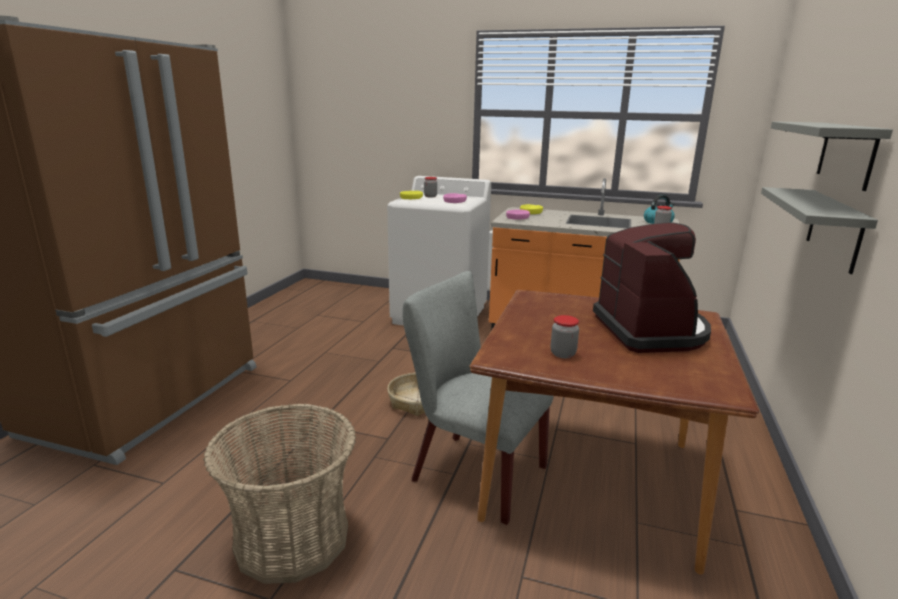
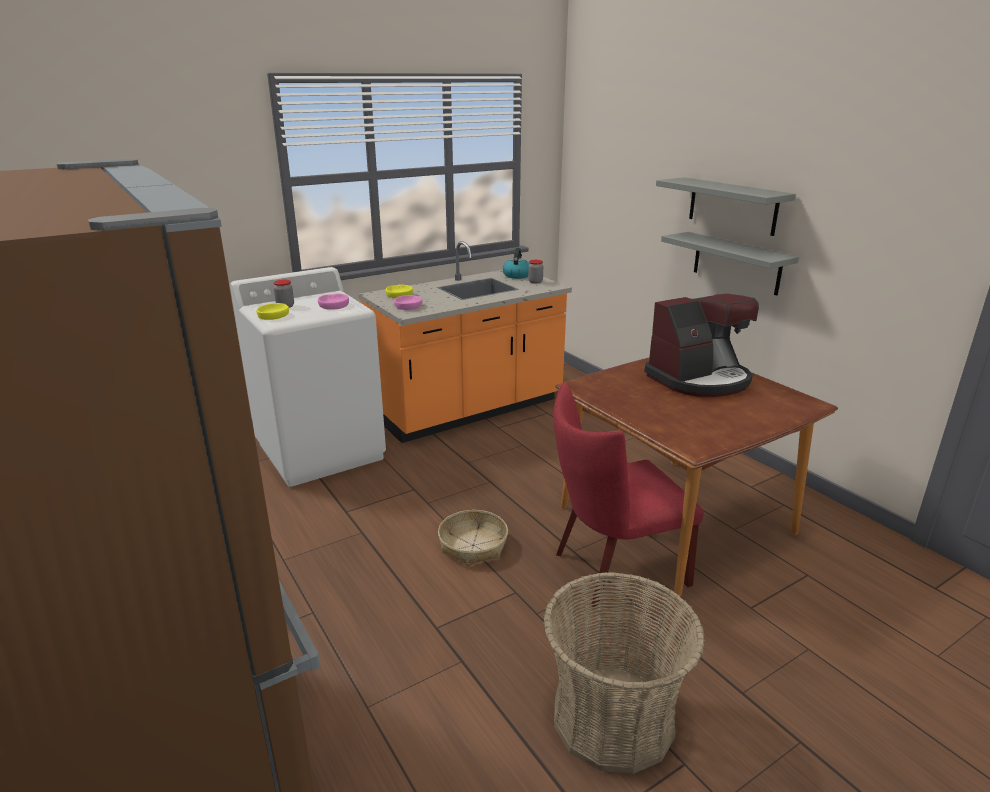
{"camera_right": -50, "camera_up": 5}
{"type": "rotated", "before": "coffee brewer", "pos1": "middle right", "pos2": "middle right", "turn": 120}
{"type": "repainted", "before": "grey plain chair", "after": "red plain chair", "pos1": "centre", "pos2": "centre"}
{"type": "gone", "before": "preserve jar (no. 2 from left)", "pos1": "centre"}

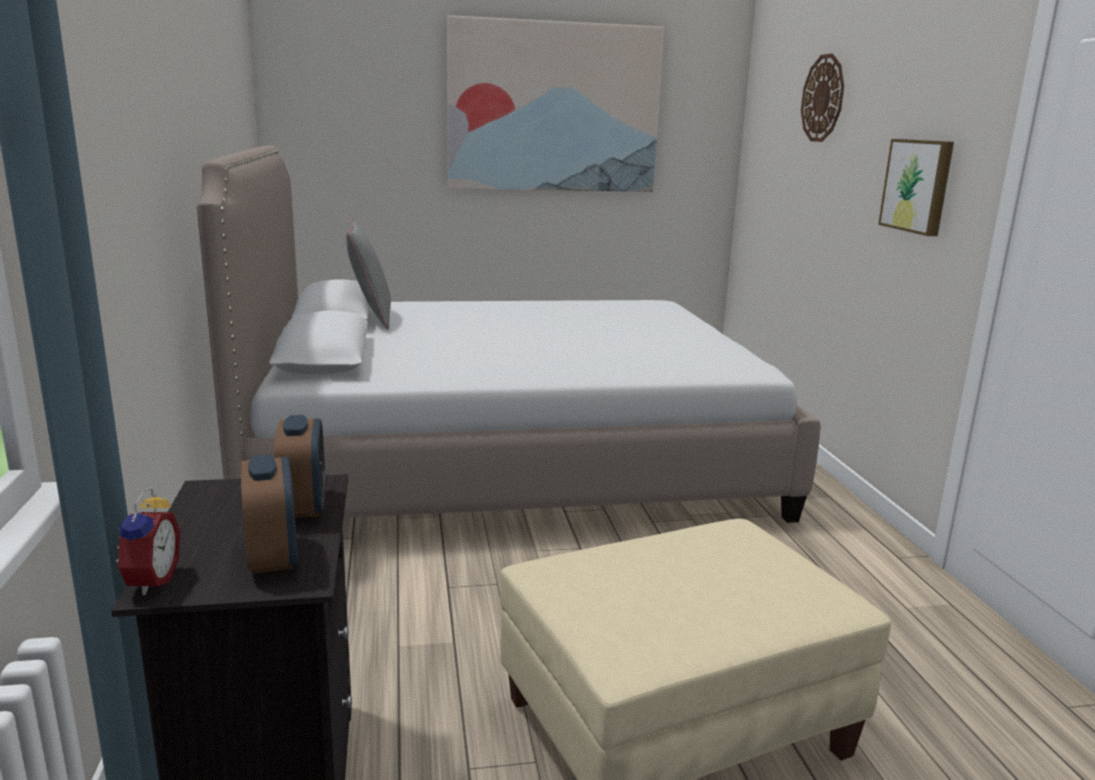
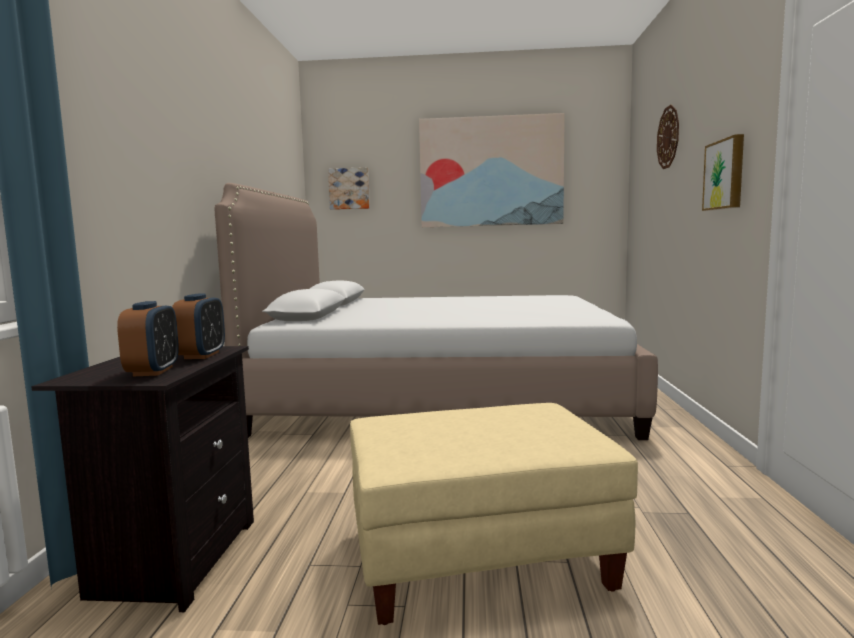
{"camera_right": 15, "camera_up": -10}
{"type": "gone", "before": "grey throw pillow", "pos1": "centre"}
{"type": "gone", "before": "bedside clock (no. 1 from left)", "pos1": "bottom left"}
{"type": "new", "after": "wall picture (no. 1 from left)", "pos2": "top centre"}

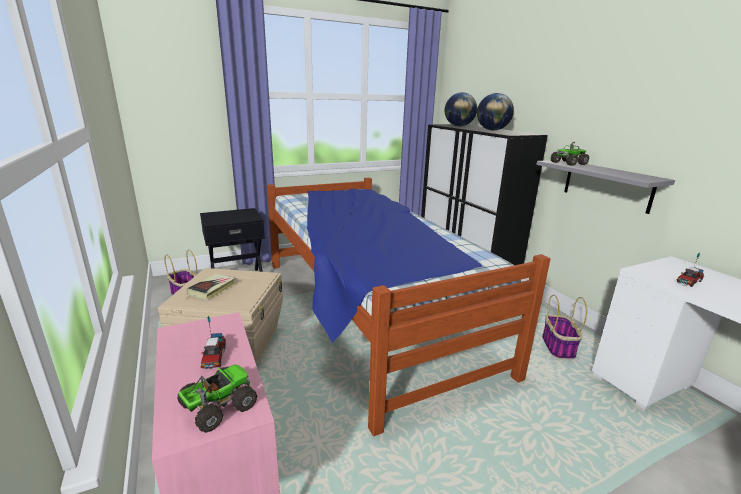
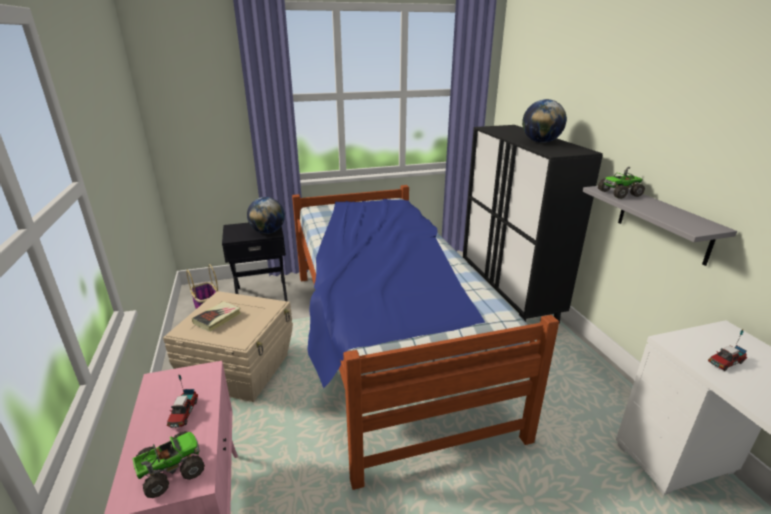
{"camera_right": 10, "camera_up": 5}
{"type": "shifted", "before": "desk globe (no. 1 from left)", "pos1": "top centre", "pos2": "centre"}
{"type": "gone", "before": "basket (no. 2 from left)", "pos1": "middle right"}

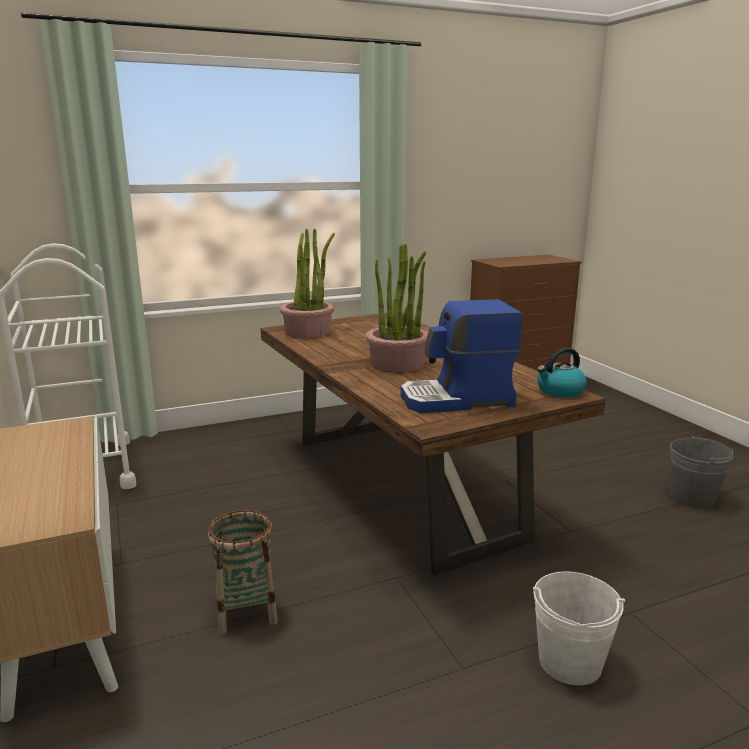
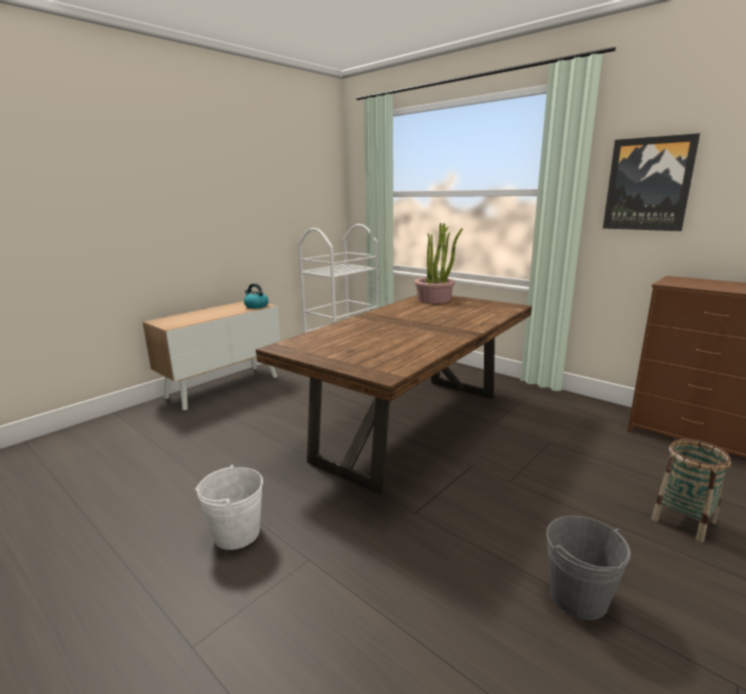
{"camera_right": 65, "camera_up": 0}
{"type": "gone", "before": "houseplant (no. 2 from left)", "pos1": "centre"}
{"type": "gone", "before": "coffee brewer", "pos1": "centre"}
{"type": "shifted", "before": "kettle", "pos1": "middle right", "pos2": "centre"}
{"type": "shifted", "before": "basket", "pos1": "bottom left", "pos2": "bottom right"}
{"type": "new", "after": "wall picture", "pos2": "top right"}

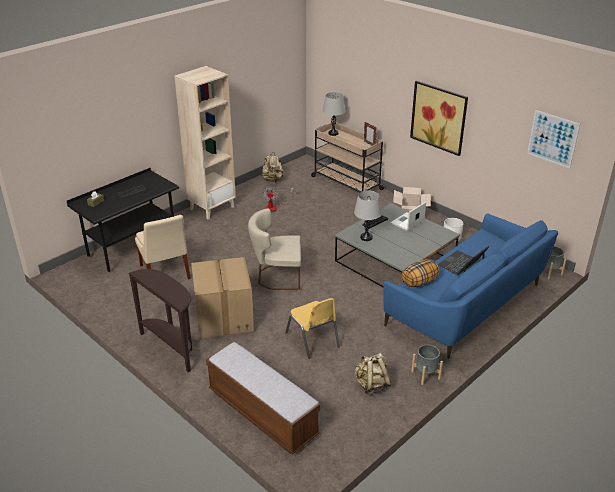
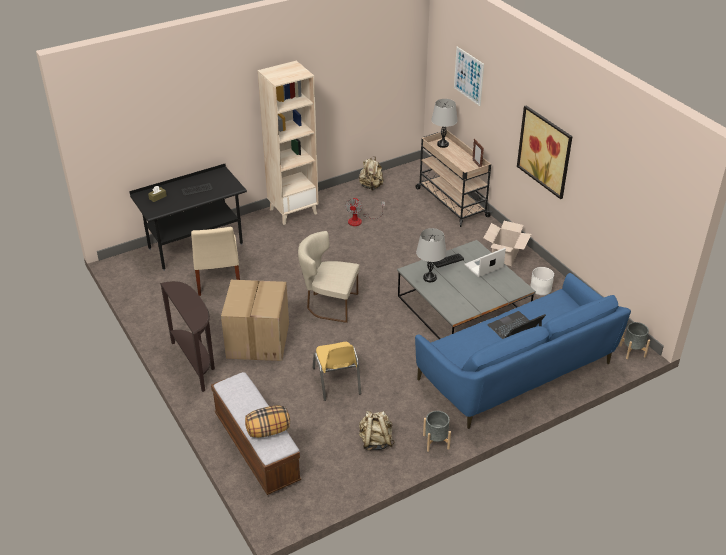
{"camera_right": 15, "camera_up": 5}
{"type": "shifted", "before": "wall picture (no. 2 from left in the first image)", "after": "wall picture (no. 1 from left)", "pos1": "top right", "pos2": "top centre"}
{"type": "shifted", "before": "throw pillow", "pos1": "middle right", "pos2": "bottom centre"}

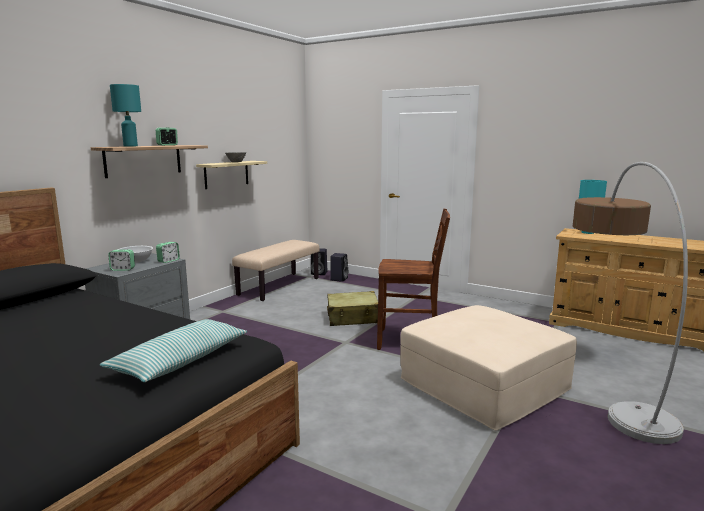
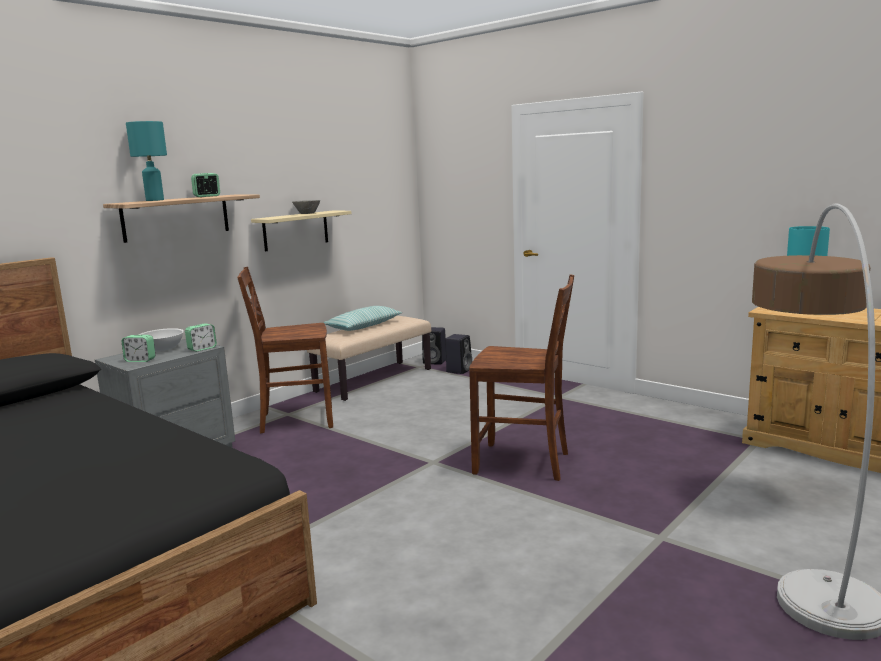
{"camera_right": 10, "camera_up": 0}
{"type": "gone", "before": "beige-coloured suitcase", "pos1": "centre"}
{"type": "gone", "before": "beige-coloured pouffe", "pos1": "bottom right"}
{"type": "shifted", "before": "throw pillow", "pos1": "bottom left", "pos2": "centre"}
{"type": "new", "after": "brownish plain chair (no. 1 from left)", "pos2": "middle left"}

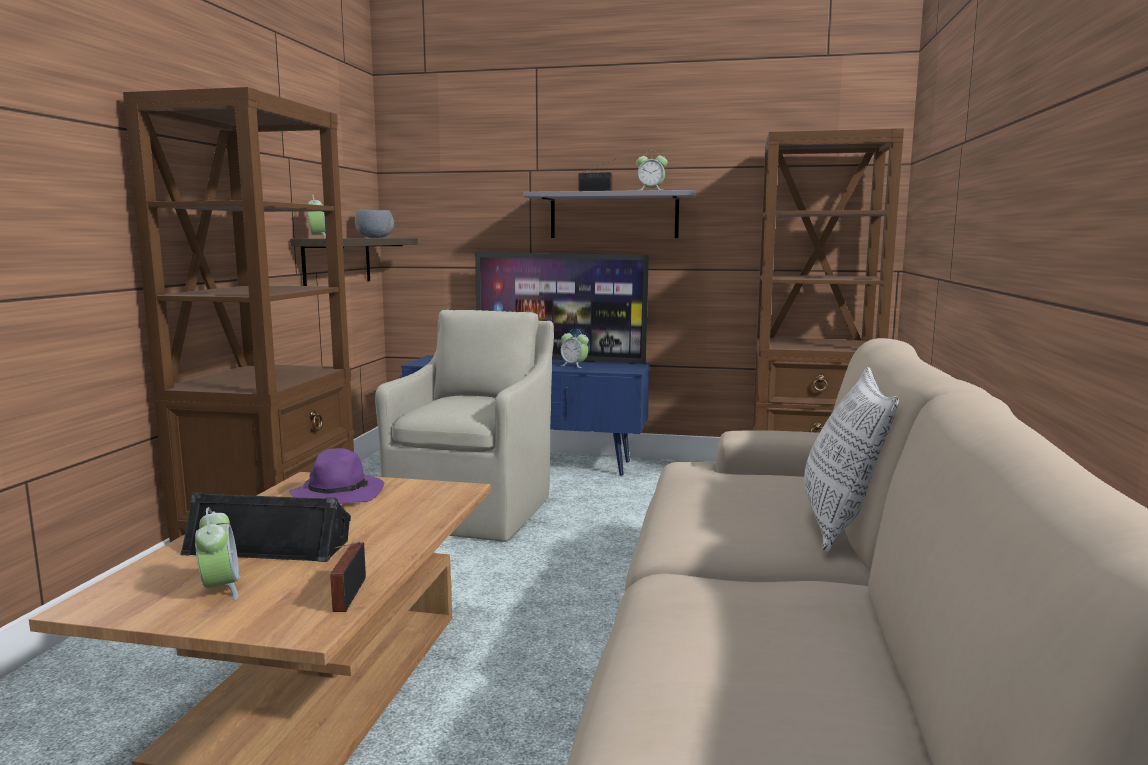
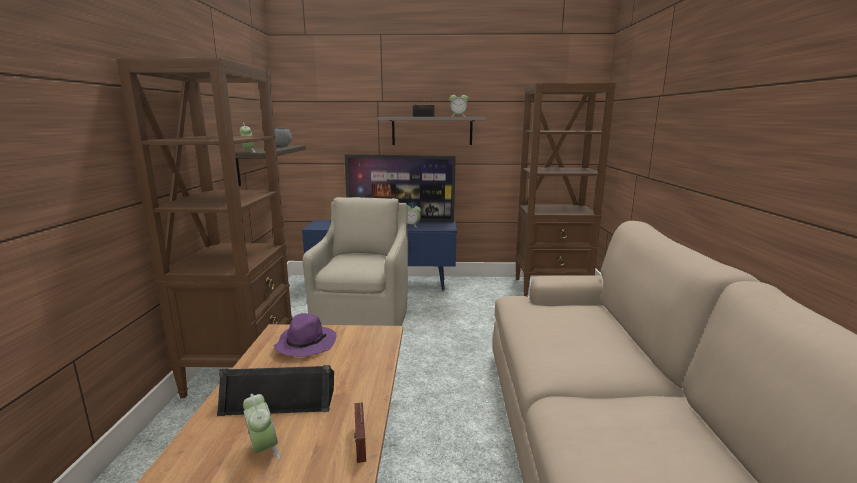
{"camera_right": -10, "camera_up": 5}
{"type": "gone", "before": "throw pillow", "pos1": "middle right"}

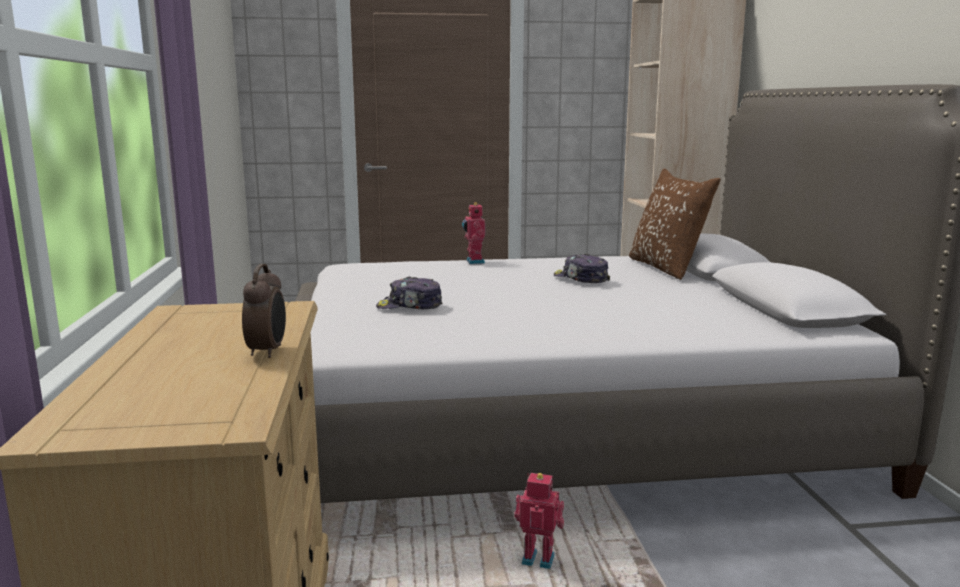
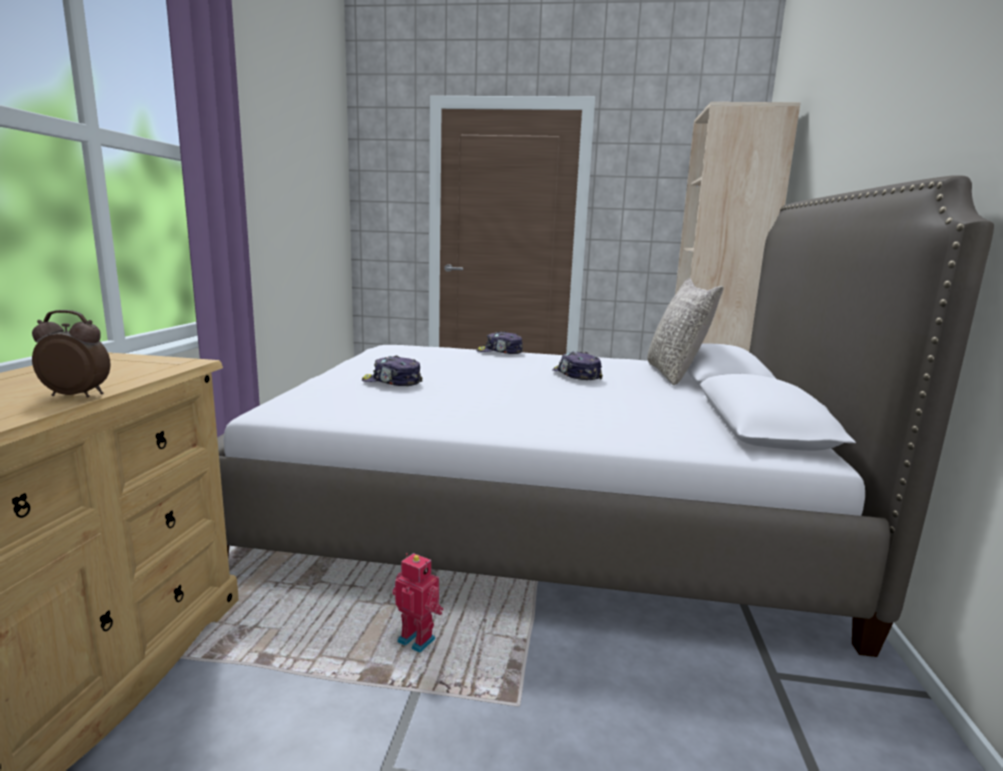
{"camera_right": 15, "camera_up": 0}
{"type": "repainted", "before": "brownish throw pillow", "after": "grey throw pillow", "pos1": "middle right", "pos2": "middle right"}
{"type": "swapped", "before": "robot figure (no. 1 from left)", "after": "baseball cap (no. 2 from left)", "pos1": "centre", "pos2": "centre"}
{"type": "rotated", "before": "bedside clock", "pos1": "middle left", "pos2": "middle left", "turn": -105}

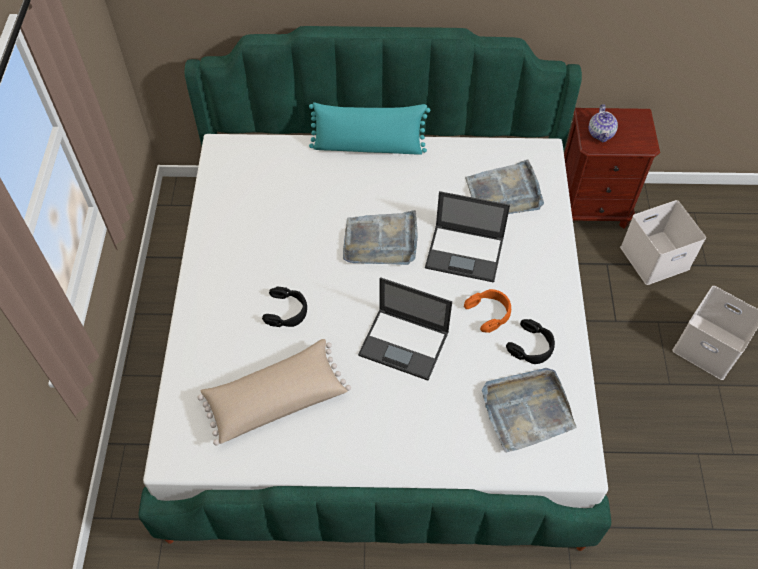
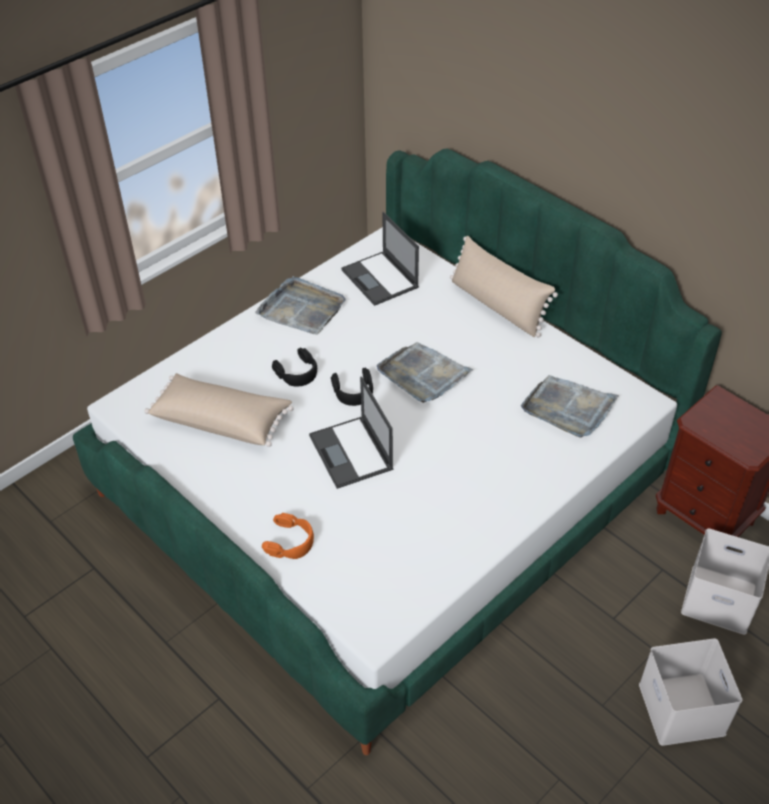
{"camera_right": 45, "camera_up": -10}
{"type": "repainted", "before": "turquoise-coloured throw pillow", "after": "beige-coloured throw pillow (no. 2 from left)", "pos1": "top centre", "pos2": "centre"}
{"type": "gone", "before": "pot for tea", "pos1": "top right"}
{"type": "shifted", "before": "laptop (no. 2 from left)", "pos1": "centre", "pos2": "top centre"}
{"type": "shifted", "before": "orangey headphones", "pos1": "centre", "pos2": "bottom centre"}
{"type": "shifted", "before": "black headphones (no. 2 from left)", "pos1": "middle right", "pos2": "centre"}
{"type": "shifted", "before": "grey carrying tray (no. 3 from left in the first image)", "after": "grey carrying tray (no. 1 from left)", "pos1": "bottom right", "pos2": "centre"}

